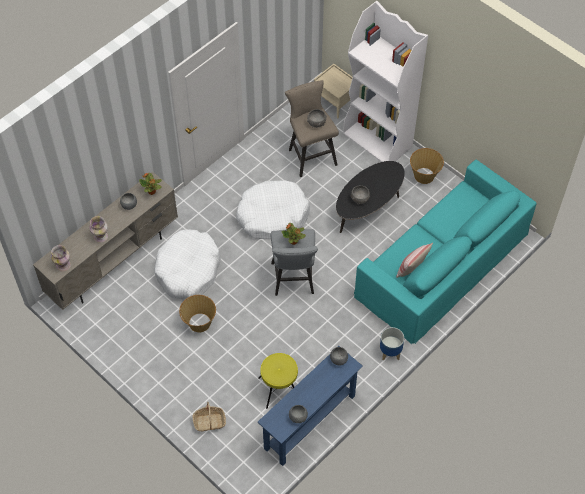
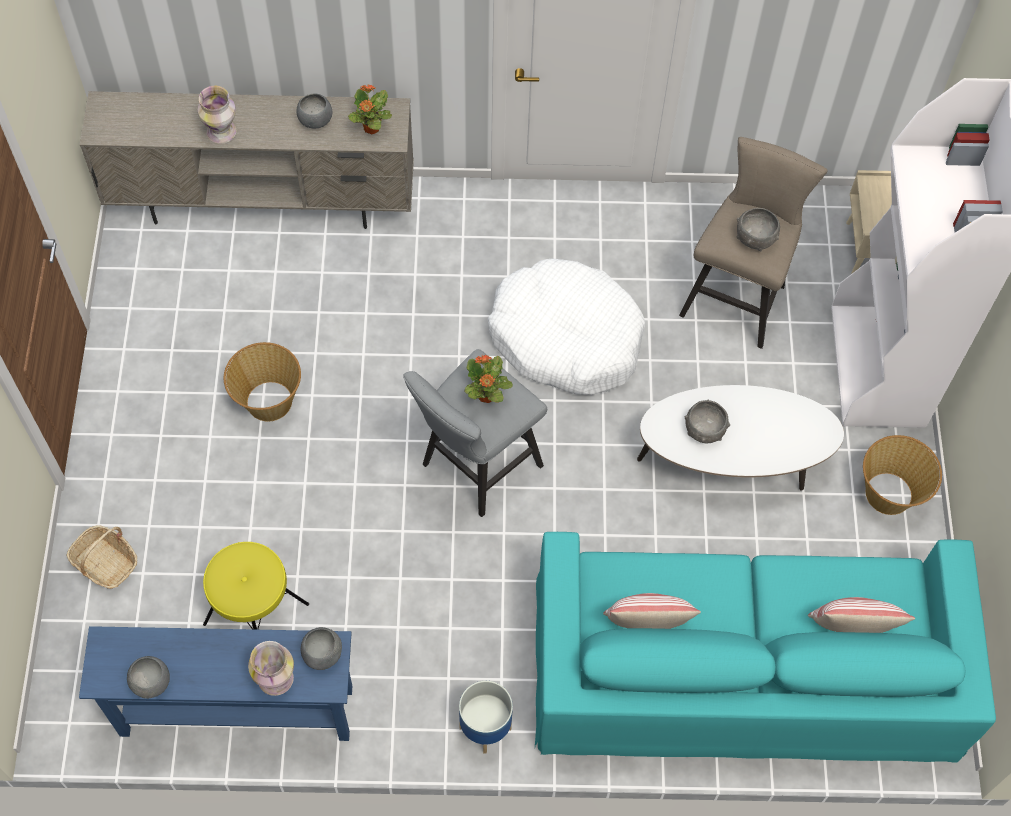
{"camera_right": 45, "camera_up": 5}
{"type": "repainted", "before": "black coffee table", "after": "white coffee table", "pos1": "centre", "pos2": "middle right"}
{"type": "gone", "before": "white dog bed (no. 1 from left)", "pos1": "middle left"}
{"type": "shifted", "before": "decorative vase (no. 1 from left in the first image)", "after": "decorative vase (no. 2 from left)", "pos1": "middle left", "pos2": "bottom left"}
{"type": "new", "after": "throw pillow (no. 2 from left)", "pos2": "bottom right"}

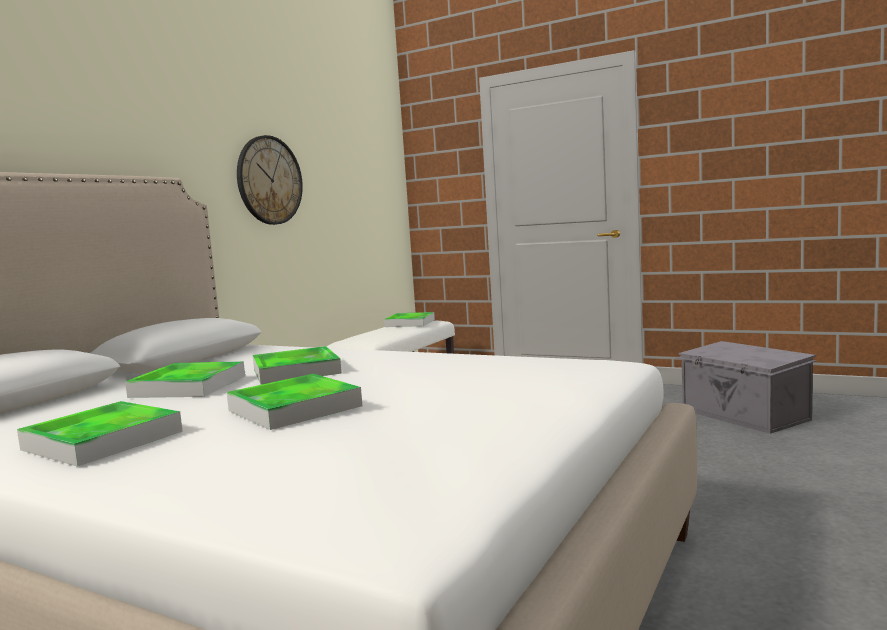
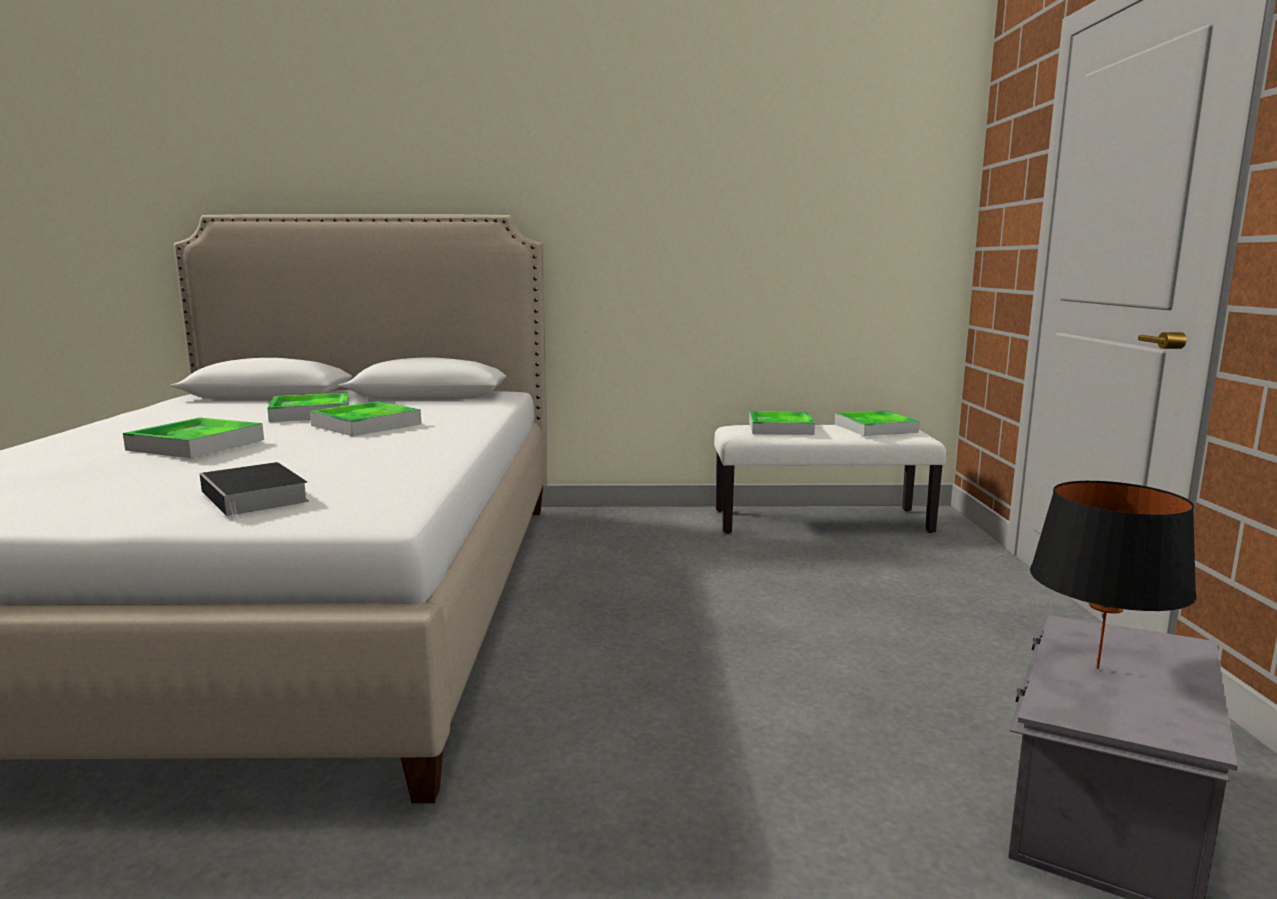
{"camera_right": 60, "camera_up": 5}
{"type": "gone", "before": "hanging clock", "pos1": "top left"}
{"type": "shifted", "before": "carrying tray (no. 1 from left in the first image)", "after": "carrying tray (no. 4 from left)", "pos1": "bottom left", "pos2": "centre"}
{"type": "new", "after": "book", "pos2": "middle left"}
{"type": "new", "after": "black lamp for a table", "pos2": "middle right"}

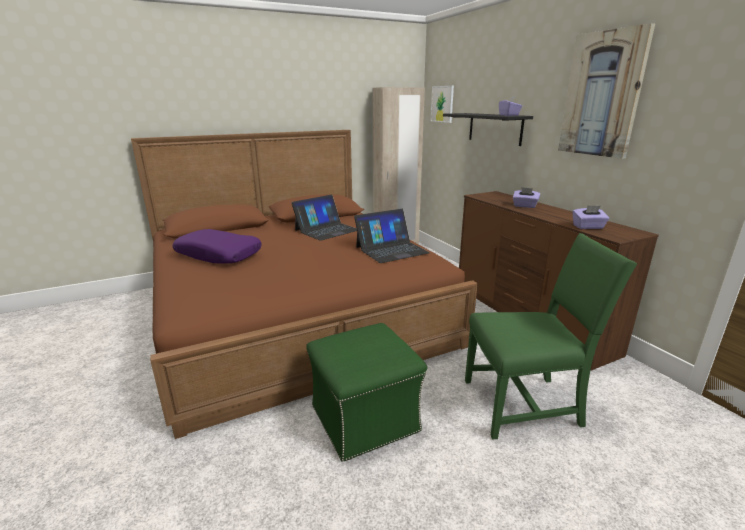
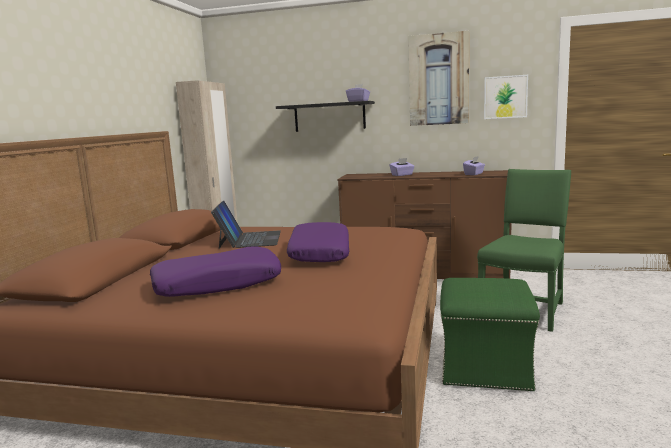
{"camera_right": -50, "camera_up": -10}
{"type": "shifted", "before": "wall picture (no. 1 from left in the first image)", "after": "wall picture (no. 2 from left)", "pos1": "top centre", "pos2": "top right"}
{"type": "gone", "before": "laptop (no. 2 from left)", "pos1": "centre"}
{"type": "new", "after": "purple-coloured throw pillow (no. 2 from left)", "pos2": "centre"}

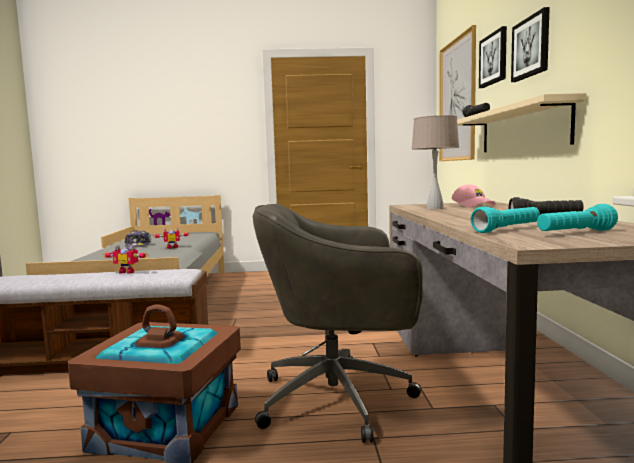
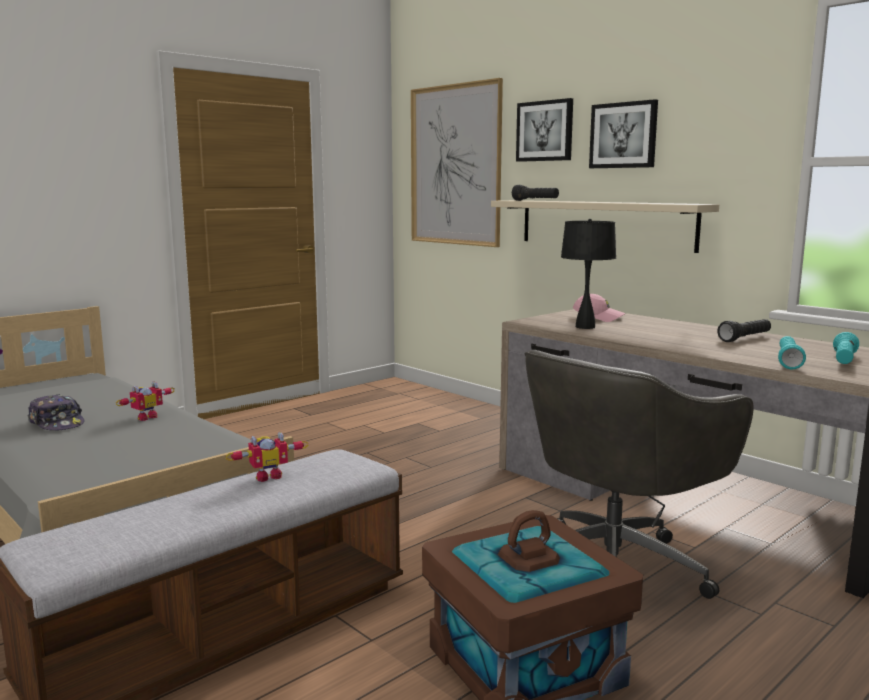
{"camera_right": -40, "camera_up": 5}
{"type": "repainted", "before": "beige-coloured lamp for a table", "after": "black lamp for a table", "pos1": "middle right", "pos2": "middle right"}

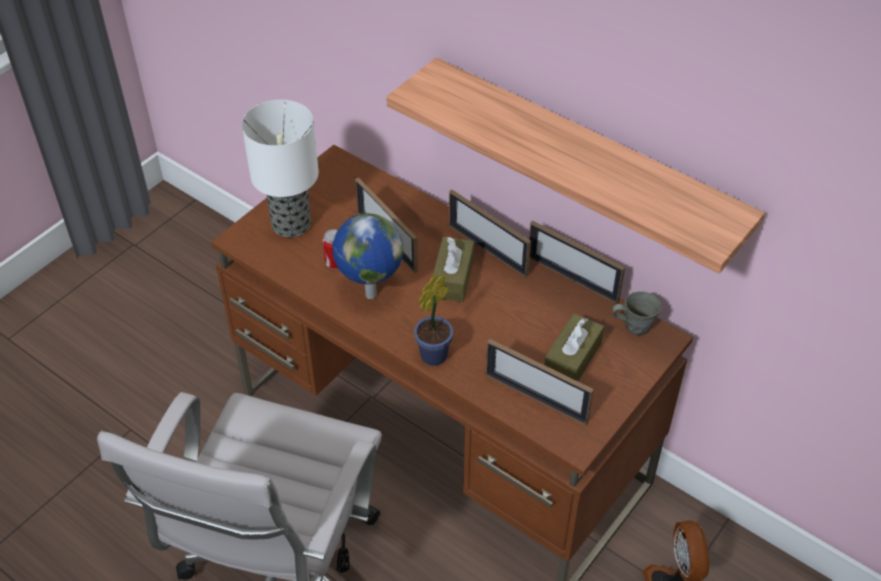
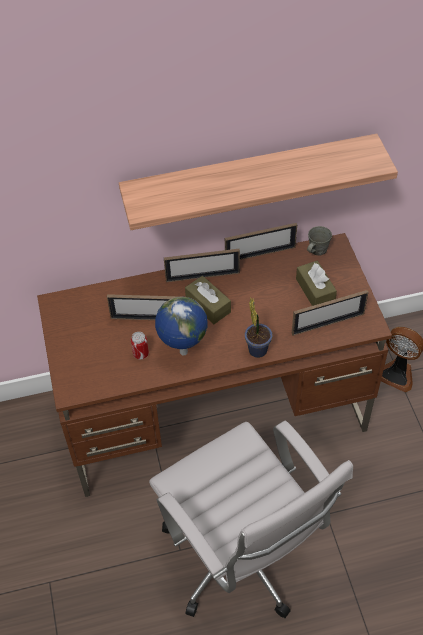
{"camera_right": -50, "camera_up": 5}
{"type": "gone", "before": "lamp for a table", "pos1": "top left"}

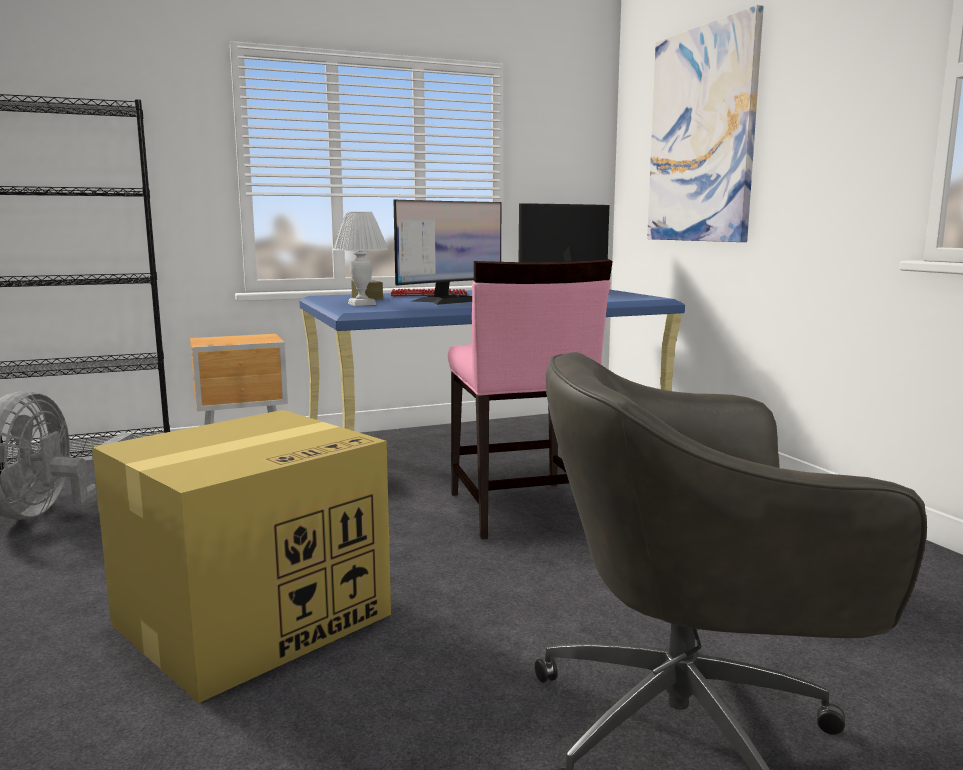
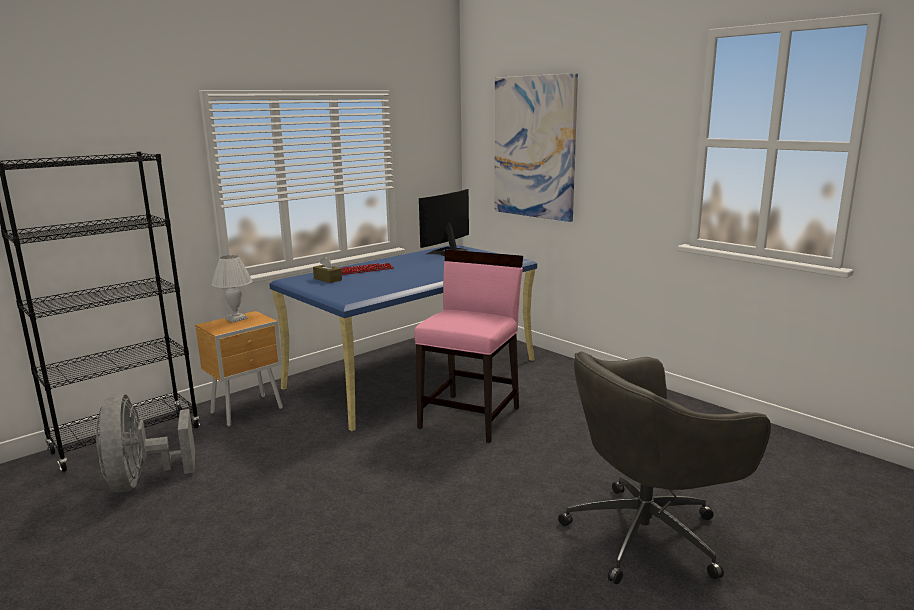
{"camera_right": -20, "camera_up": 5}
{"type": "gone", "before": "computer screen (no. 1 from left)", "pos1": "top centre"}
{"type": "shifted", "before": "white lamp for a table", "pos1": "centre", "pos2": "middle left"}
{"type": "rotated", "before": "pink-coloured plain chair", "pos1": "centre", "pos2": "centre", "turn": -120}
{"type": "gone", "before": "packing box", "pos1": "bottom left"}

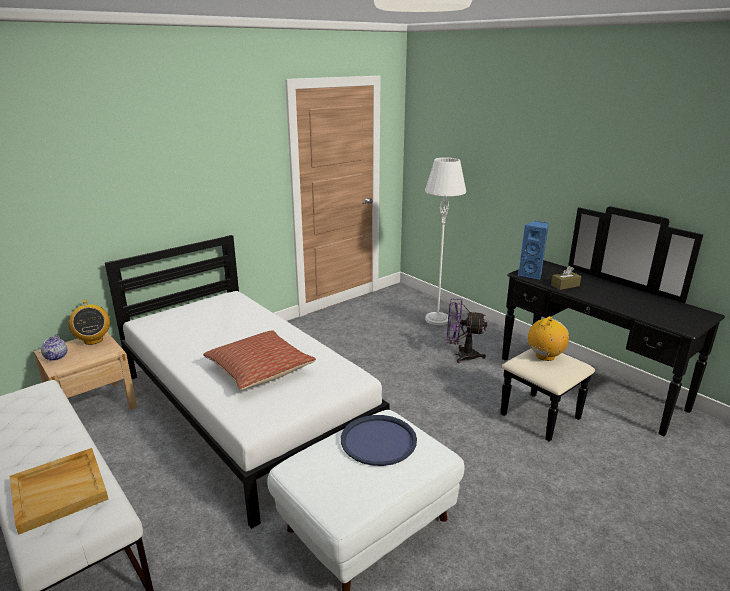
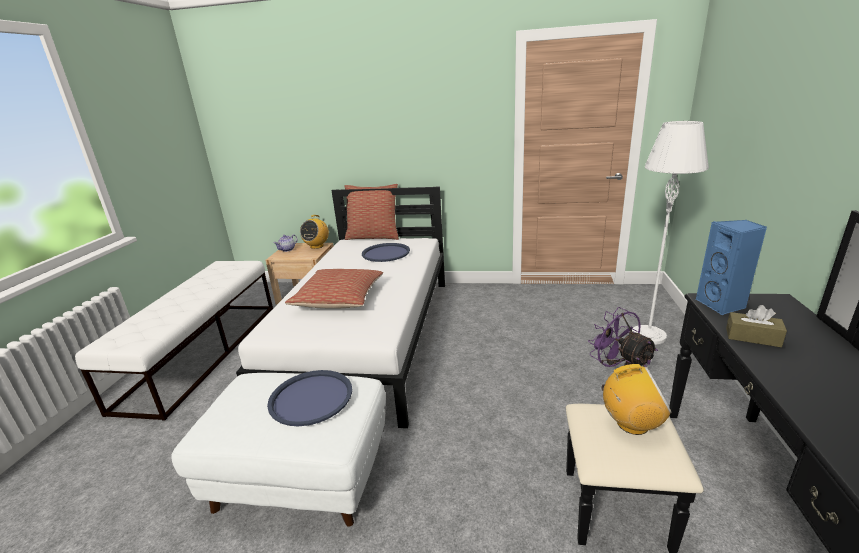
{"camera_right": 50, "camera_up": 0}
{"type": "gone", "before": "beige-coloured carrying tray", "pos1": "bottom left"}
{"type": "new", "after": "throw pillow (no. 2 from left)", "pos2": "centre"}
{"type": "new", "after": "bluish carrying tray (no. 2 from left)", "pos2": "centre"}

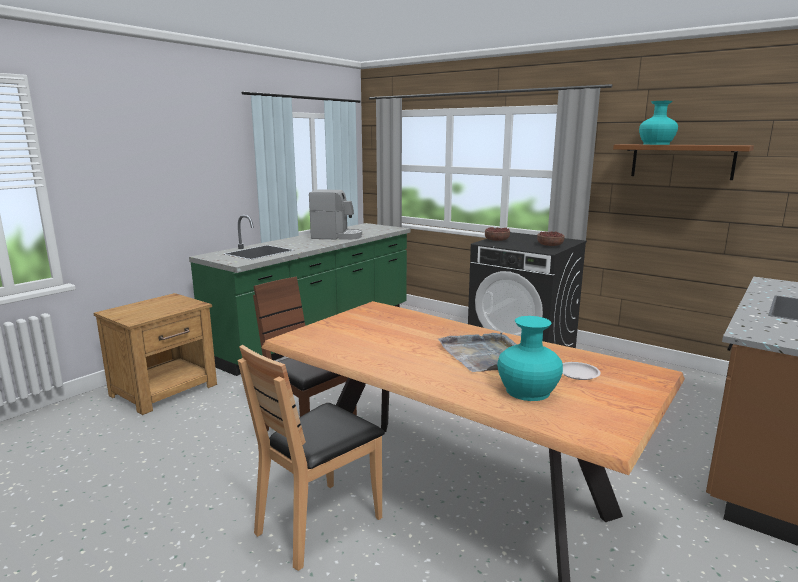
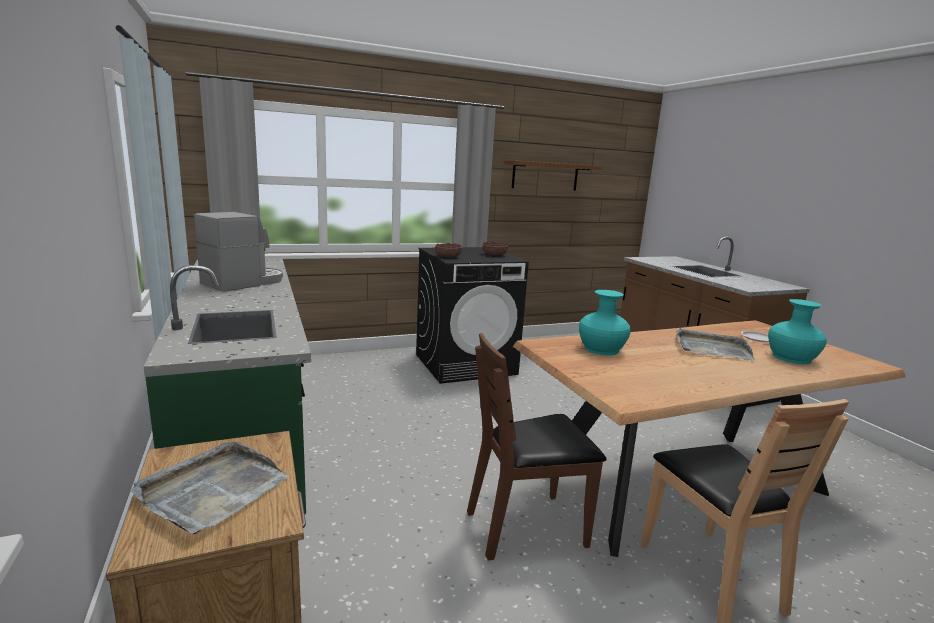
{"camera_right": -60, "camera_up": 0}
{"type": "shifted", "before": "turquoise-coloured decorative vase (no. 2 from left in the first image)", "after": "turquoise-coloured decorative vase (no. 1 from left)", "pos1": "top right", "pos2": "centre"}
{"type": "new", "after": "grey carrying tray (no. 1 from left)", "pos2": "bottom left"}

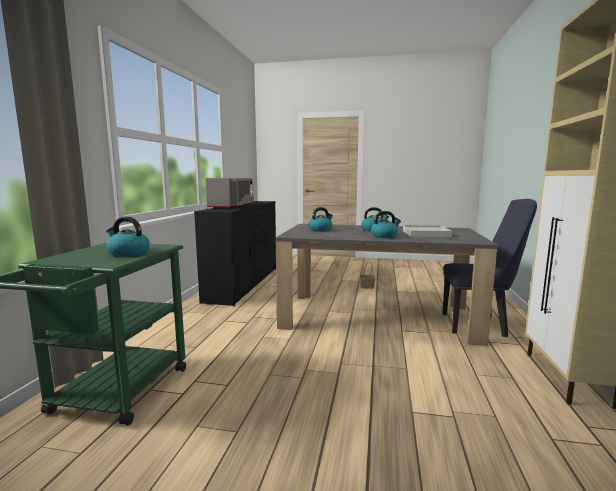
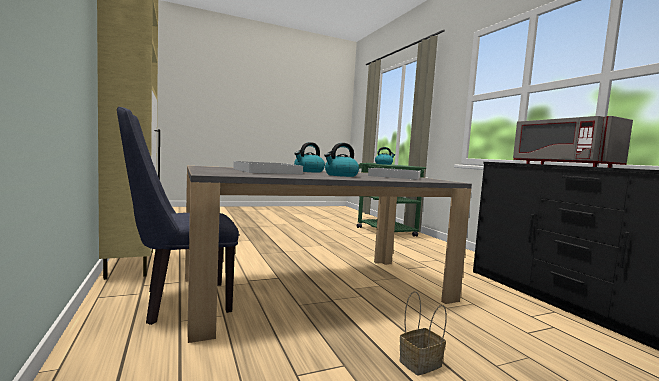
{"camera_right": 145, "camera_up": -5}
{"type": "swapped", "before": "kettle (no. 2 from left)", "after": "white carrying tray (no. 2 from left)", "pos1": "centre", "pos2": "centre"}

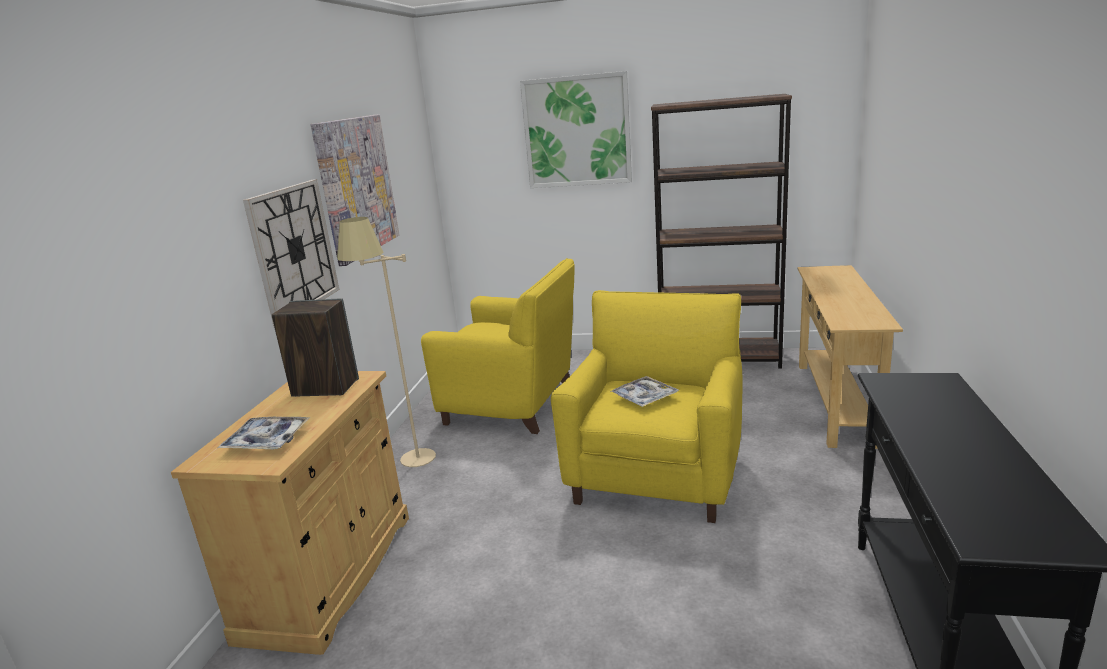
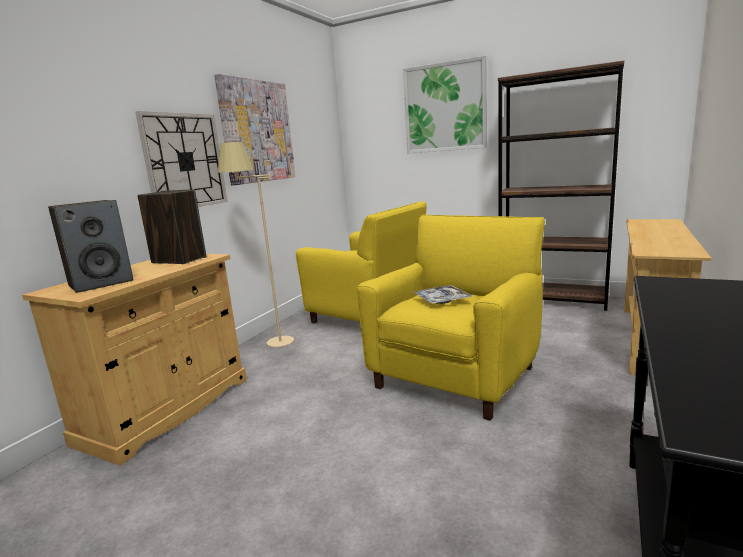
{"camera_right": 15, "camera_up": -5}
{"type": "swapped", "before": "carrying tray (no. 1 from left)", "after": "audio speaker (no. 1 from left)", "pos1": "middle left", "pos2": "middle left"}

